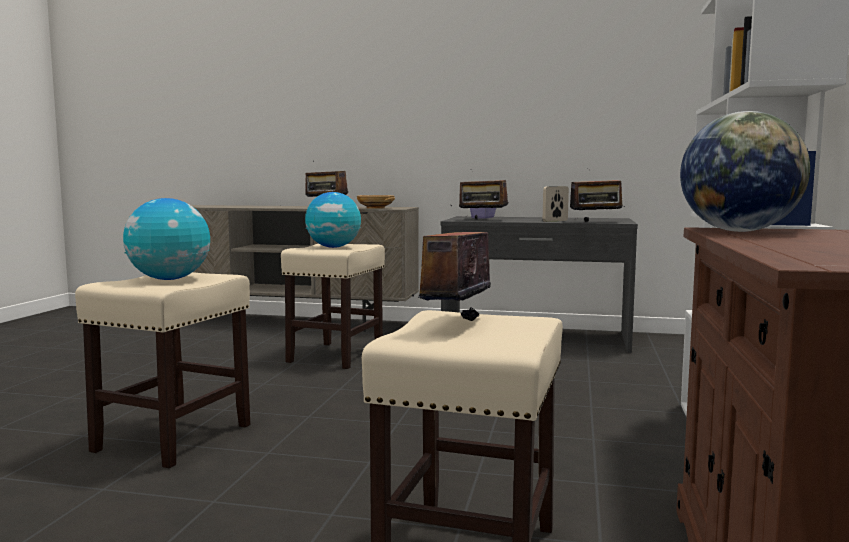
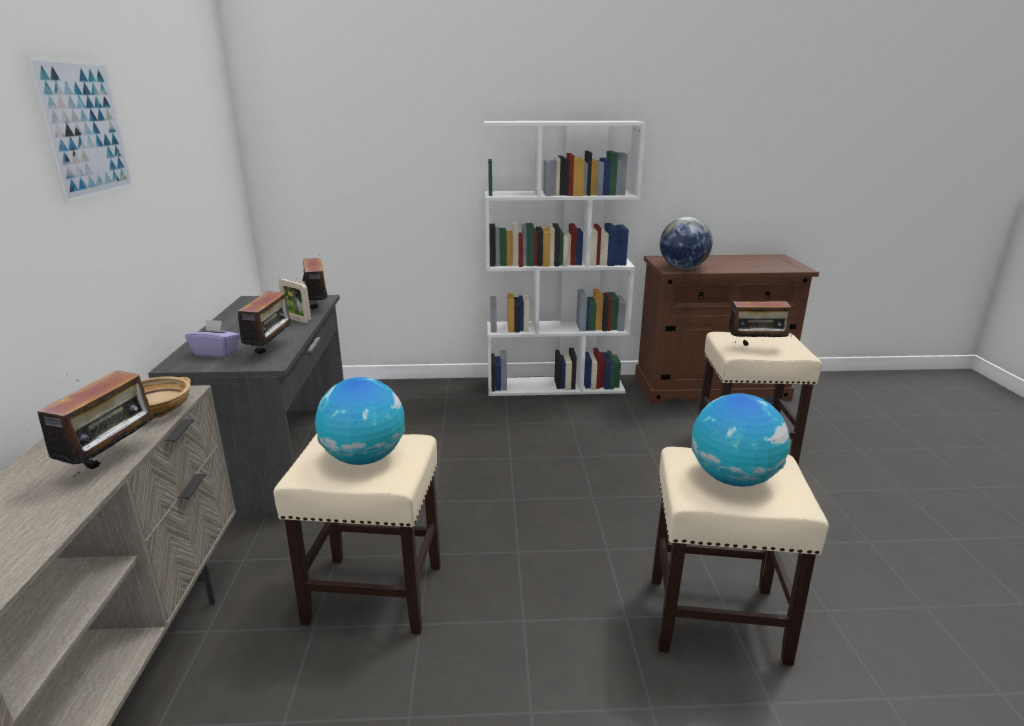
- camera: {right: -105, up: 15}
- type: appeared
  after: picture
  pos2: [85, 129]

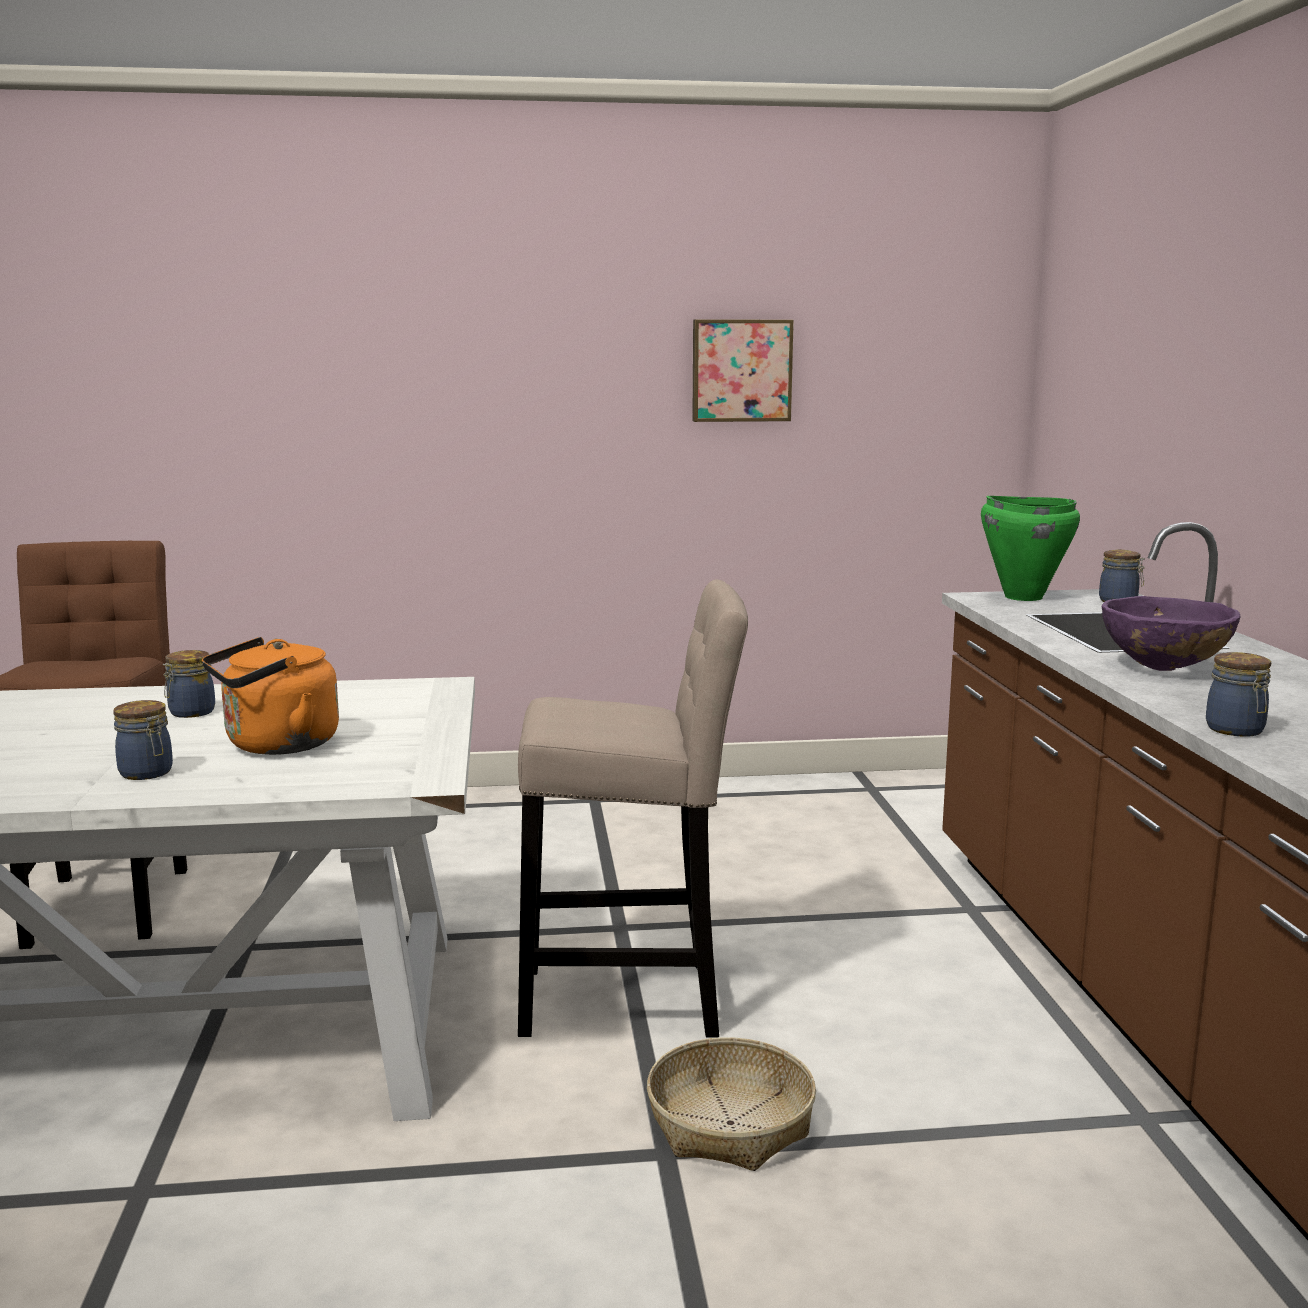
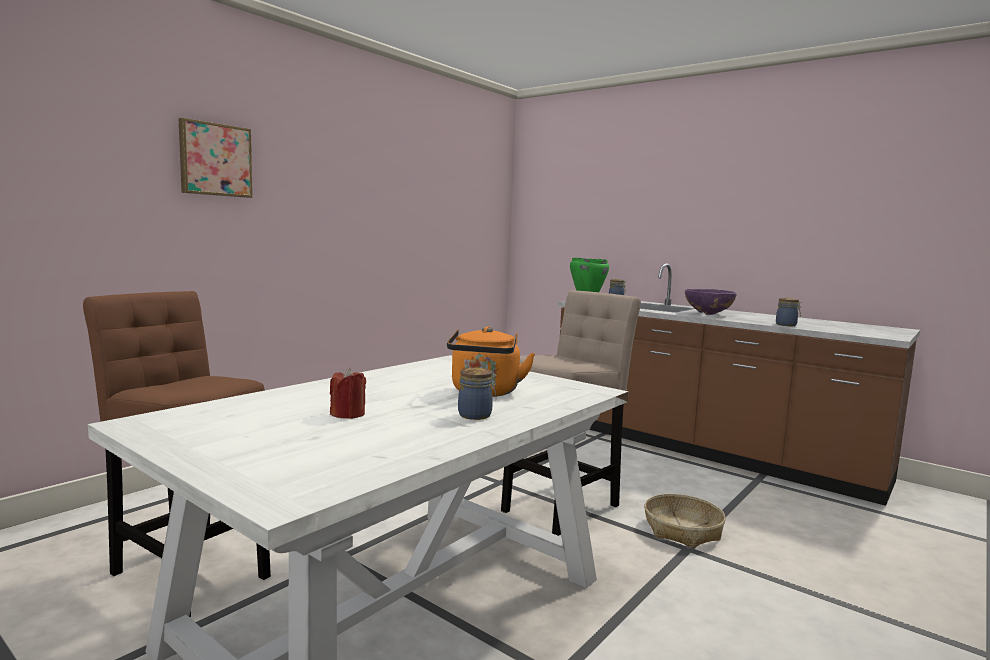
- camera: {right: -45, up: -5}
- type: relocated
  before: picture
  pos1: [741, 370]
  pos2: [215, 160]
- type: missing
  before: jar
  pos1: [190, 713]
- type: appeared
  after: red candle
  pos2: [348, 414]

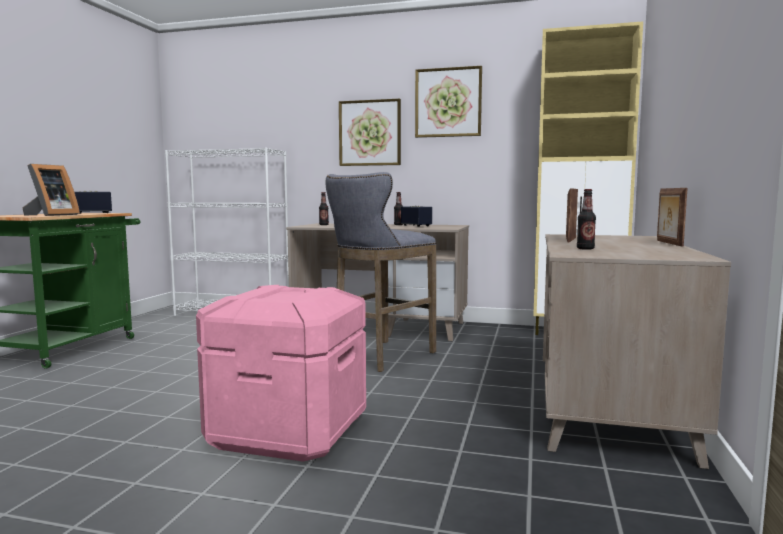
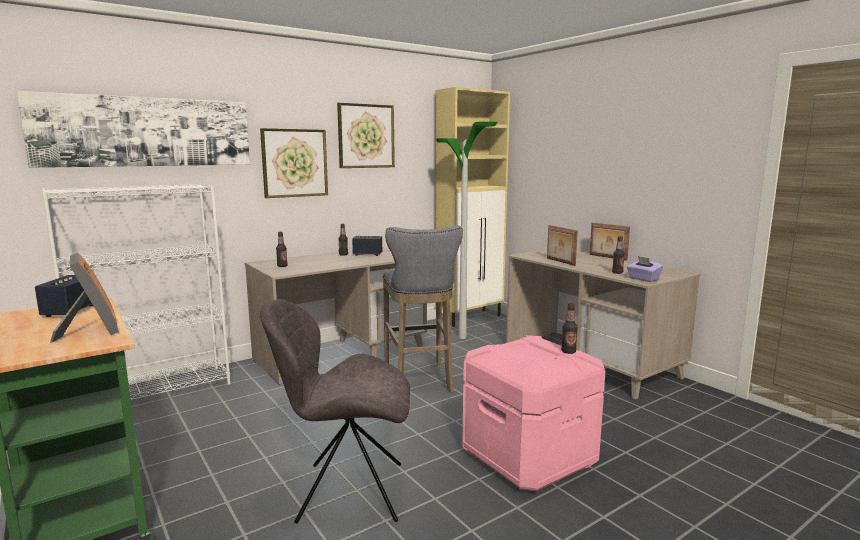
- camera: {right: -50, up: 5}
- type: appeared
  after: picture
  pos2: [146, 132]
- type: appeared
  after: floor lamp
  pos2: [462, 337]
- type: appeared
  after: purple tissue box
  pos2: [643, 279]
- type: appeared
  after: grey chair
  pos2: [346, 491]
- type: appeared
  after: bottle
  pos2: [568, 352]

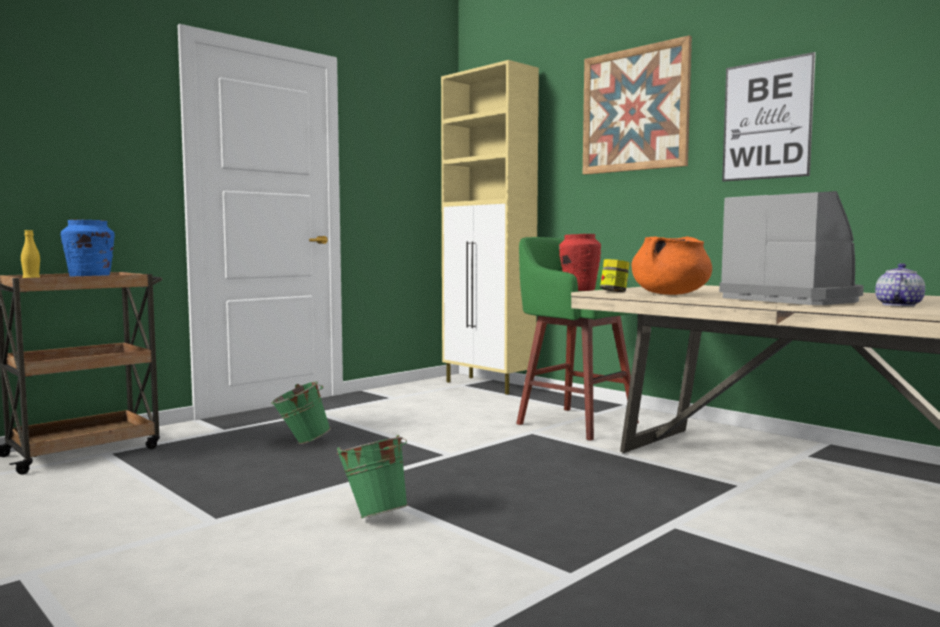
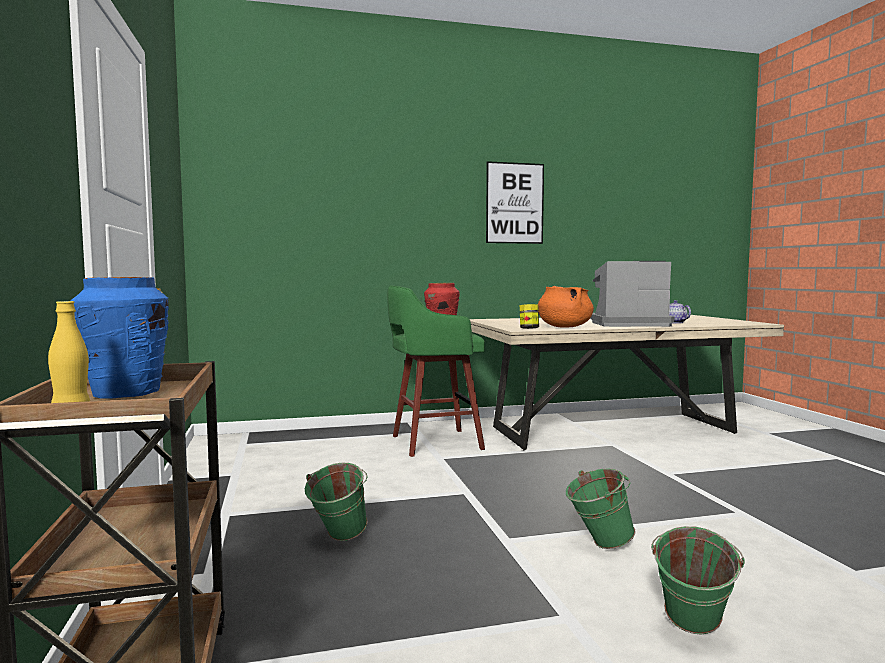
- camera: {right: -60, up: 0}
- type: missing
  before: picture
  pos1: [634, 110]
- type: missing
  before: beige cabinet
  pos1: [488, 385]
- type: appeared
  after: green bucket
  pos2: [692, 631]

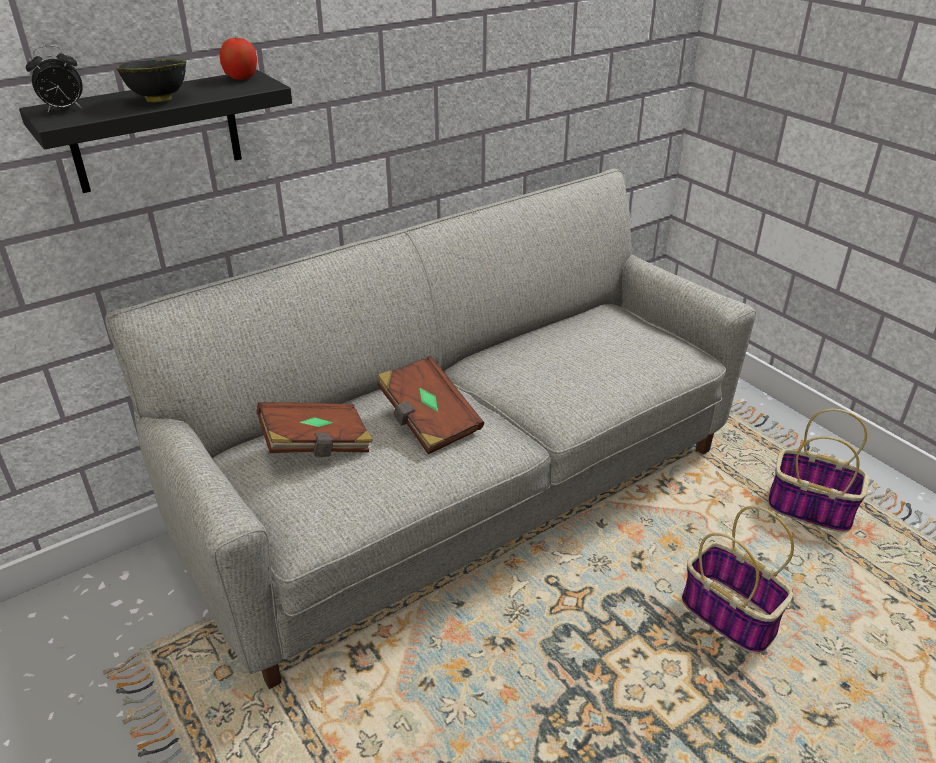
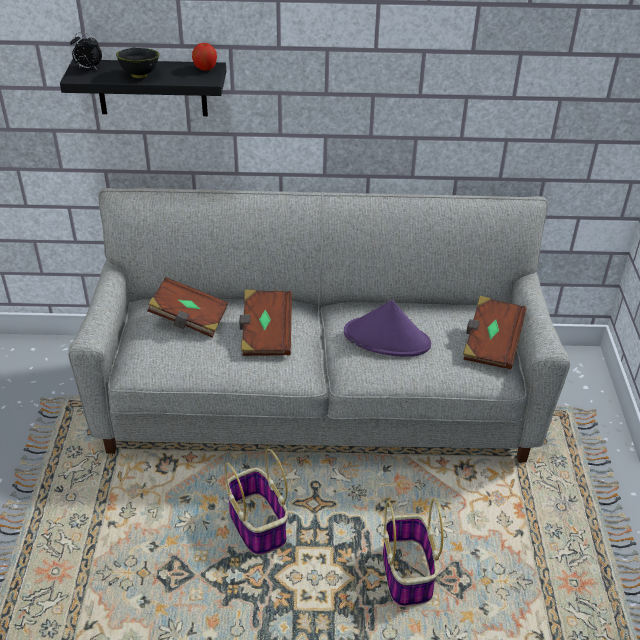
- camera: {right: 35, up: 5}
- type: relocated
  before: basket
  pos1: [808, 509]
  pos2: [256, 524]
- type: appeared
  after: brown book
  pos2: [490, 344]
- type: appeared
  after: purple hat
  pos2: [387, 339]

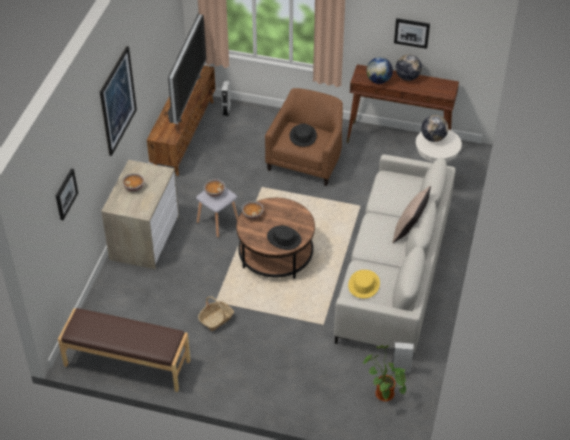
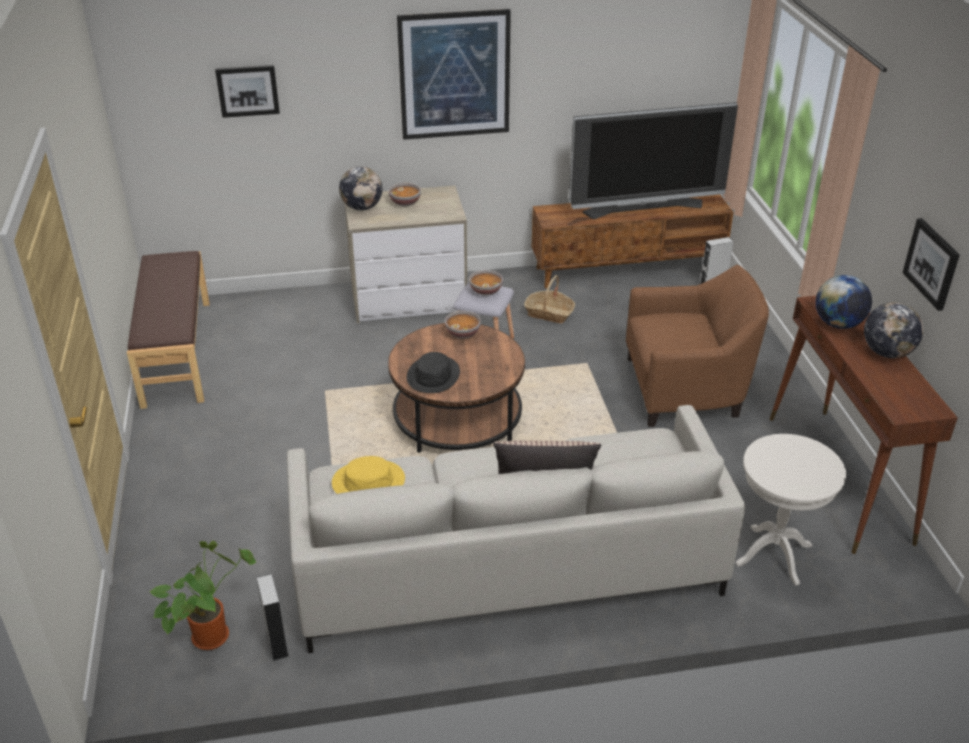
- camera: {right: 65, up: -10}
- type: relocated
  before: globe
  pos1: [433, 138]
  pos2: [362, 207]
- type: missing
  before: black hat
  pos1: [303, 136]
- type: relocated
  before: basket
  pos1: [216, 319]
  pos2: [549, 313]

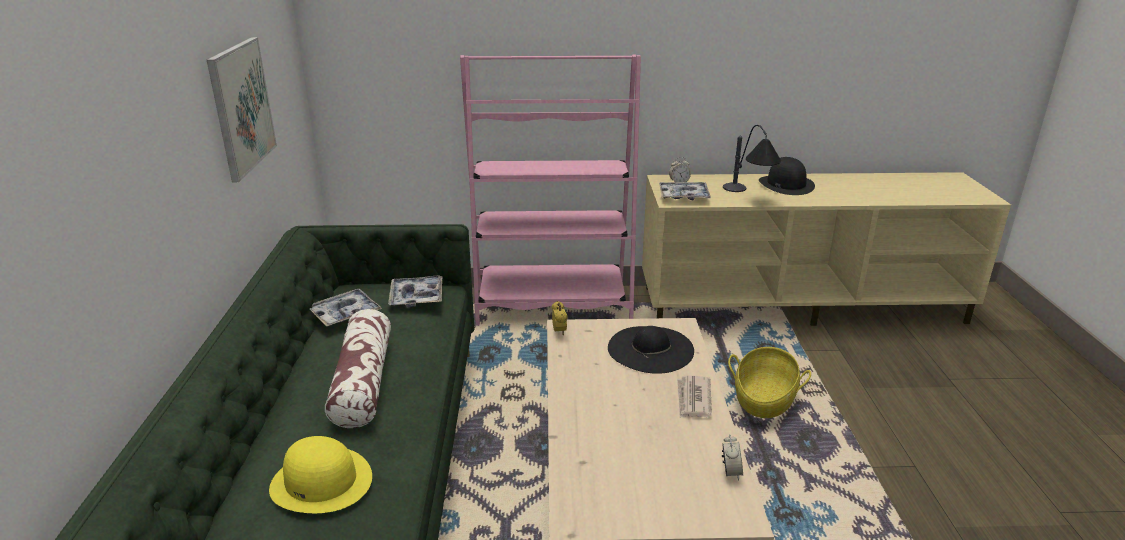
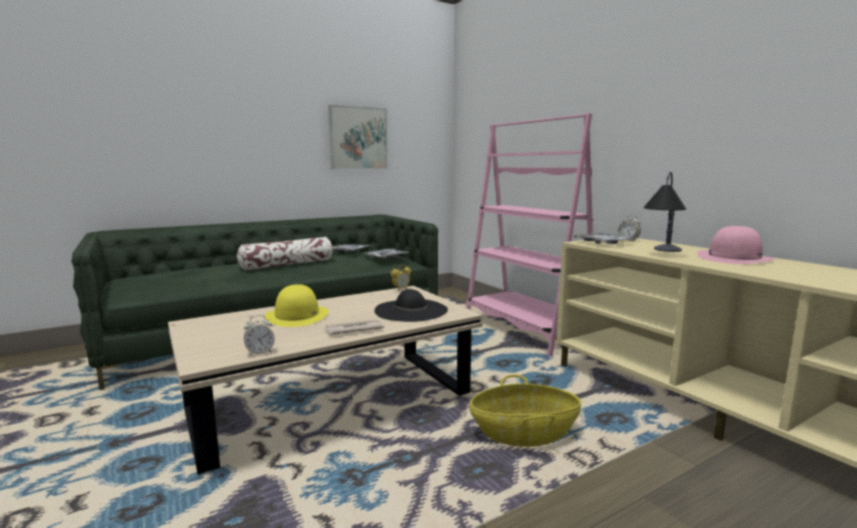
- camera: {right: 60, up: -15}
- type: colour
  before: black hat
  after: pink hat
  pos1: [785, 184]
  pos2: [734, 258]
- type: relocated
  before: yellow hat
  pos1: [322, 482]
  pos2: [297, 316]

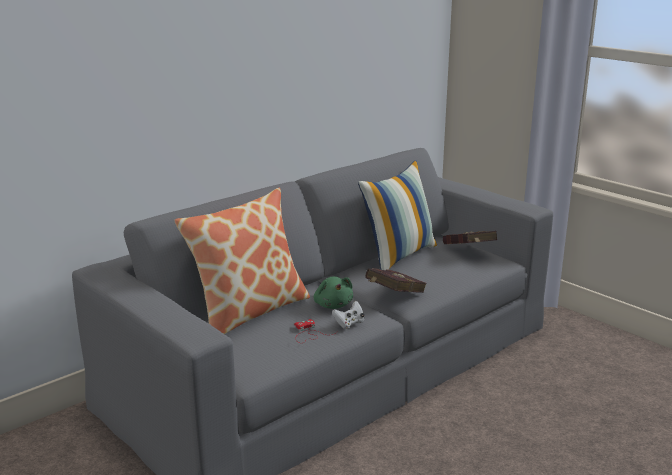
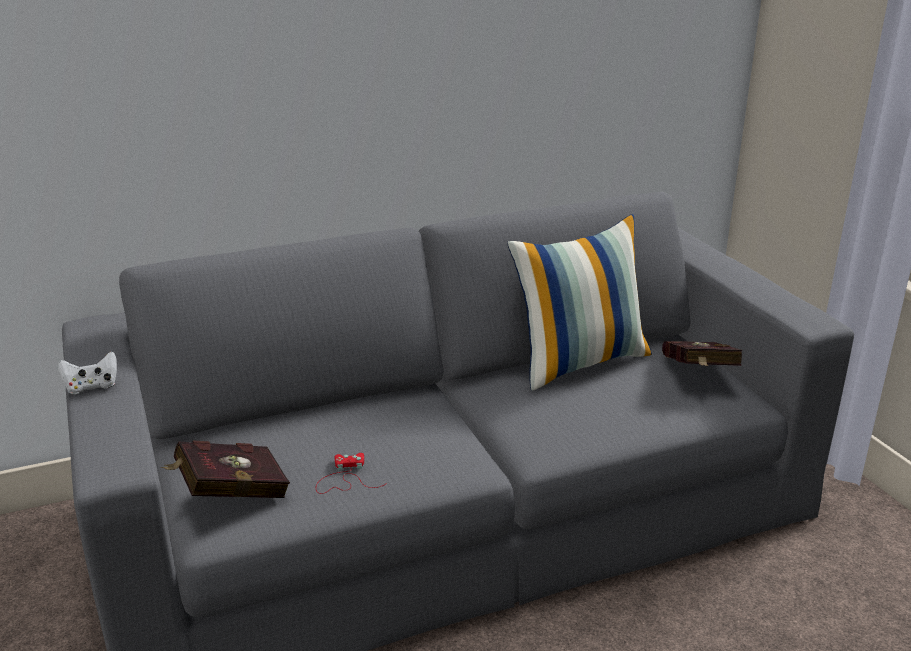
- camera: {right: 20, up: 5}
- type: missing
  before: pillow
  pos1: [248, 312]
- type: relocated
  before: red book
  pos1: [393, 295]
  pos2: [229, 493]
- type: missing
  before: green plush toy
  pos1: [333, 305]
- type: relocated
  before: white game controller
  pos1: [349, 324]
  pos2: [92, 387]

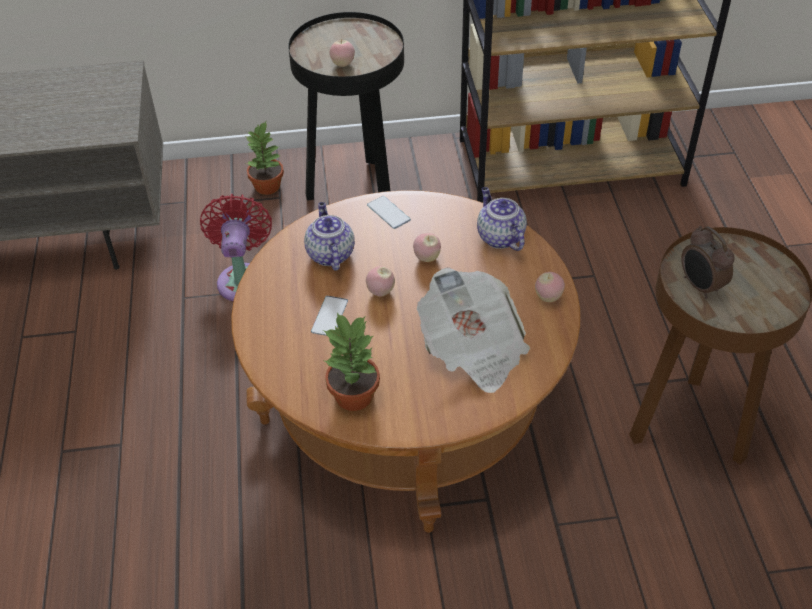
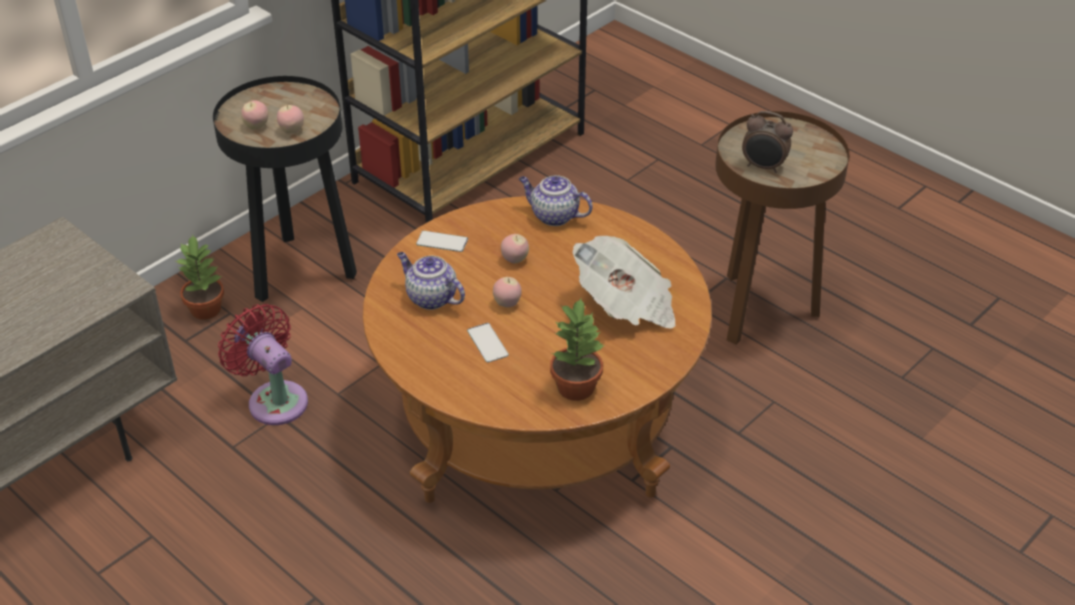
- camera: {right: -40, up: -5}
- type: relocated
  before: apple
  pos1: [548, 297]
  pos2: [256, 126]

